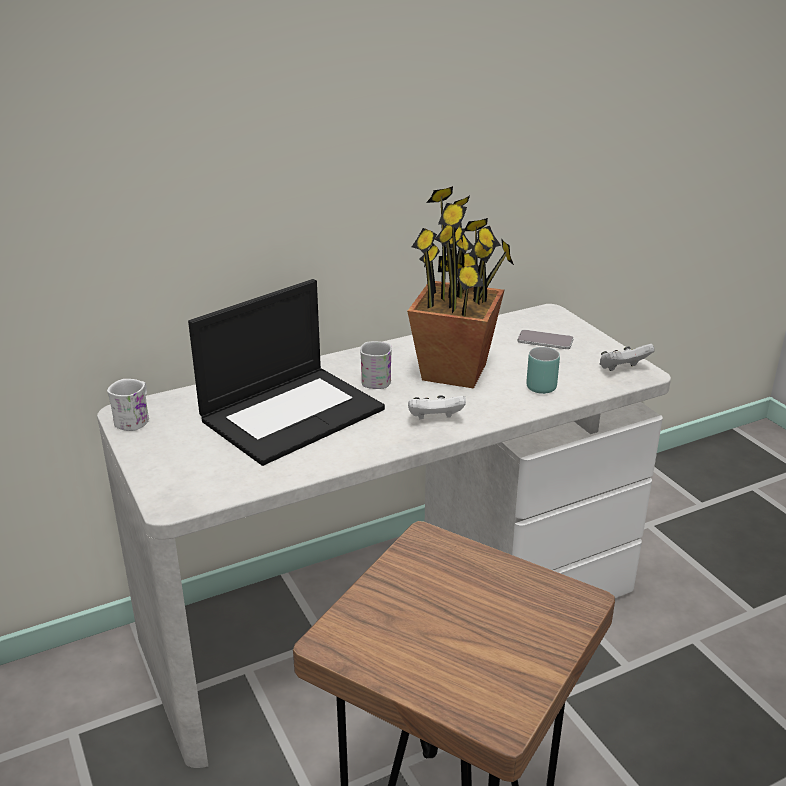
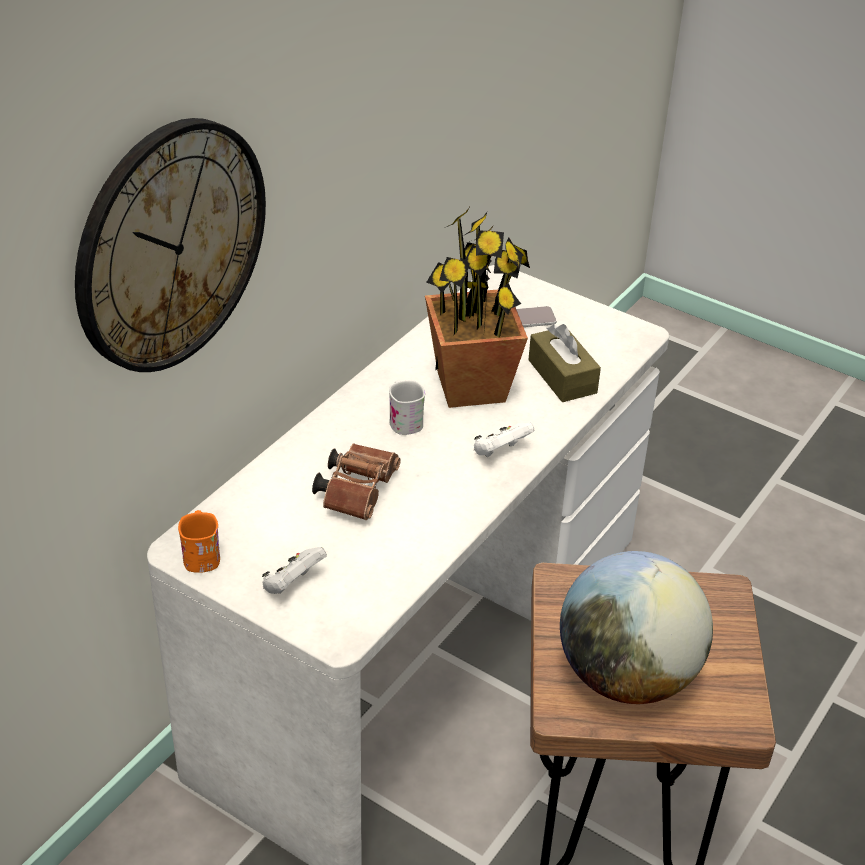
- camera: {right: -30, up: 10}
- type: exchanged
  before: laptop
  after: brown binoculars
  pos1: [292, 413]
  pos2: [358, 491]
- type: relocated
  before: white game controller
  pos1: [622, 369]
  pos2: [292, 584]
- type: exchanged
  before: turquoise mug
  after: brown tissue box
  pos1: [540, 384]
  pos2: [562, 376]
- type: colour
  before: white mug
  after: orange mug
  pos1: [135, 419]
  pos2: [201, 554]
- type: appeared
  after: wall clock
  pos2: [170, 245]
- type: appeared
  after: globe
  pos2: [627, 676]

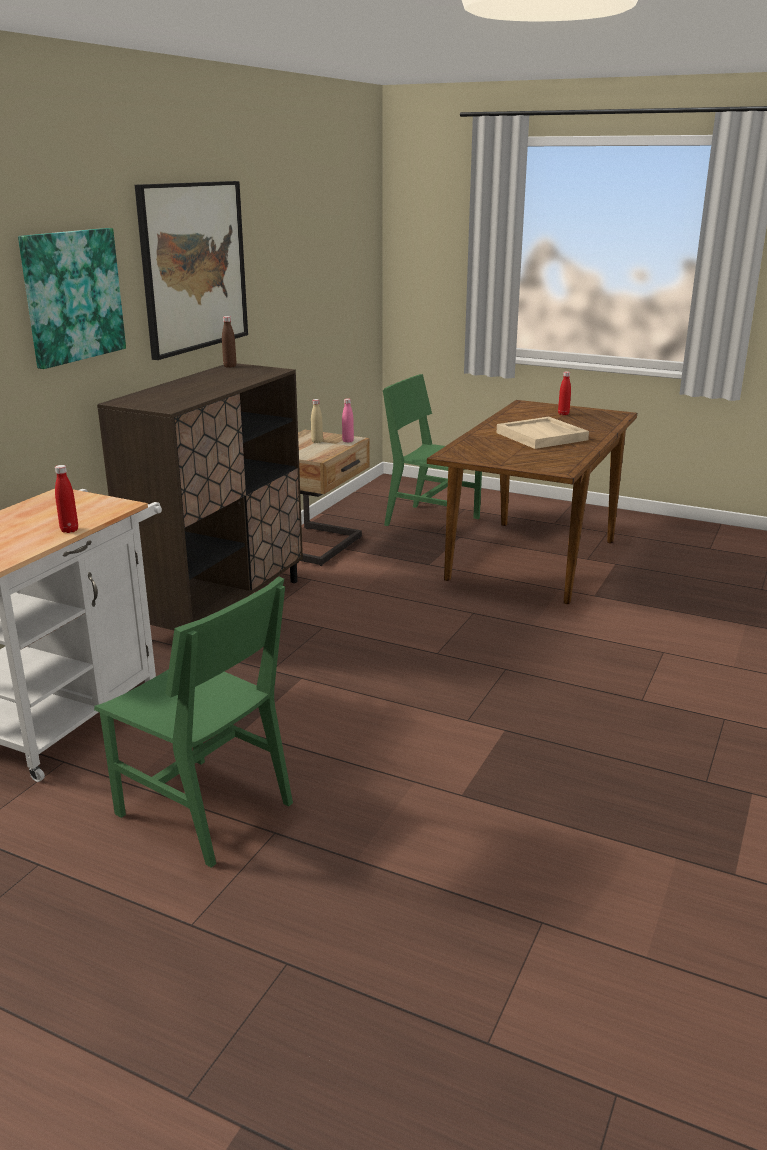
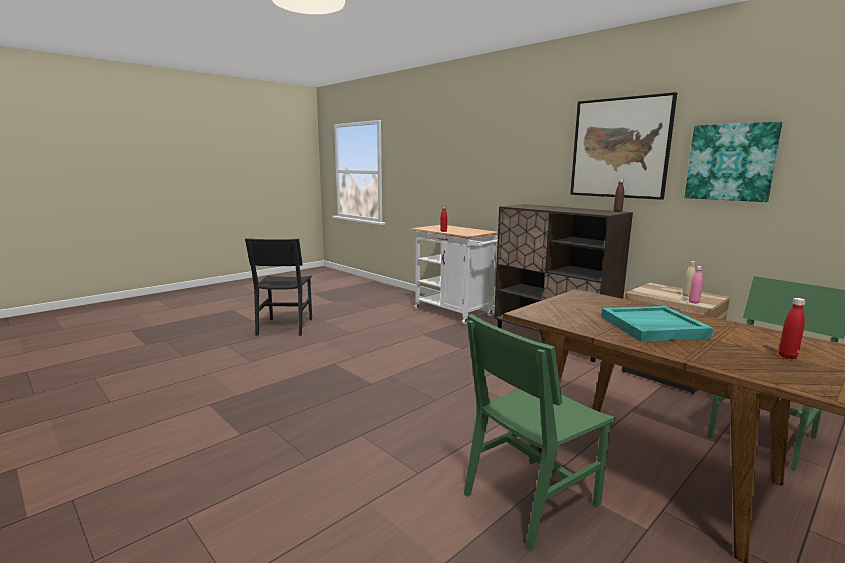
- camera: {right: 110, up: -10}
- type: relocated
  before: picture
  pos1: [72, 296]
  pos2: [730, 162]
- type: colour
  before: beige tray
  after: turquoise tray
  pos1: [542, 436]
  pos2: [652, 327]
- type: relocated
  before: green chair
  pos1: [204, 809]
  pos2: [530, 499]
- type: appeared
  after: black chair
  pos2: [285, 326]

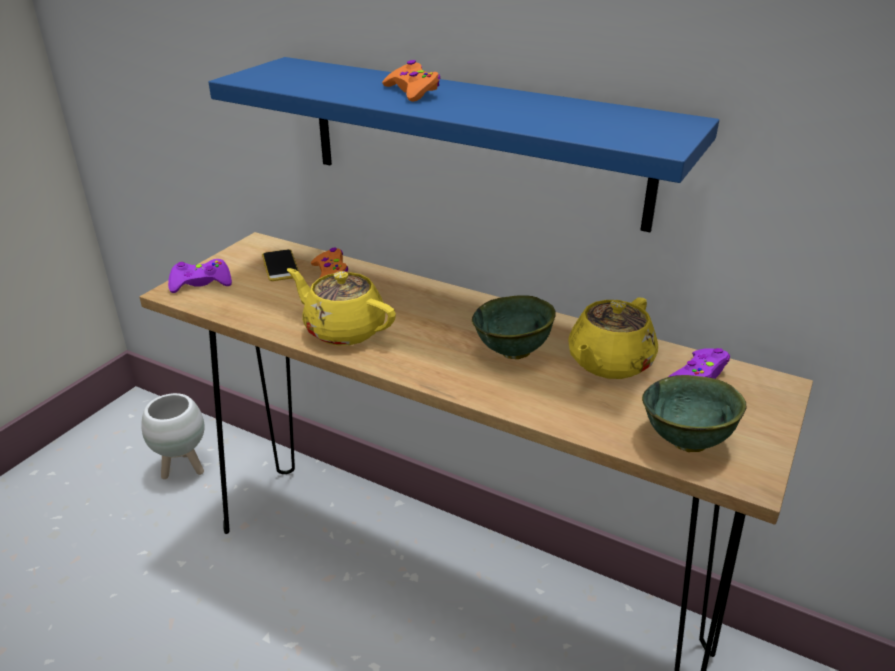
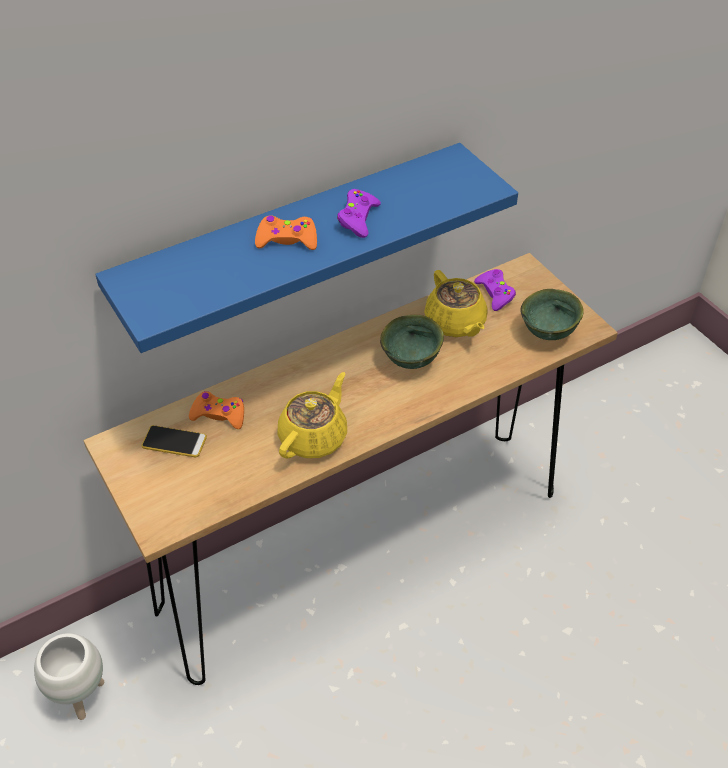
- camera: {right: -60, up: 15}
- type: relocated
  before: purple game controller
  pos1: [201, 283]
  pos2: [358, 219]
- type: spun
  before: yellow teapot
  pos1: [343, 329]
  pos2: [314, 437]
  turn: 150

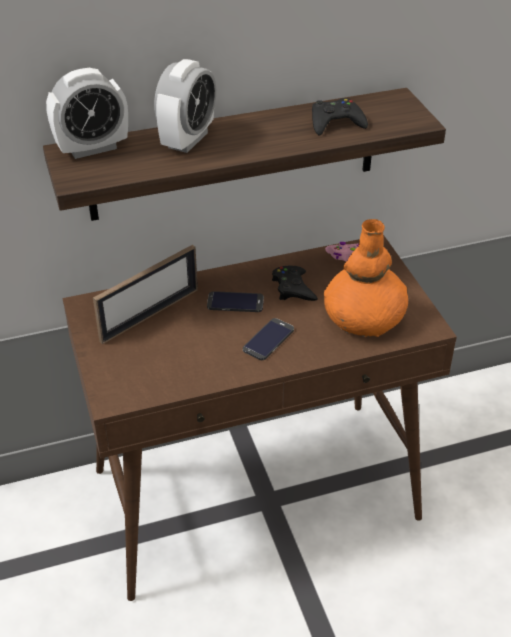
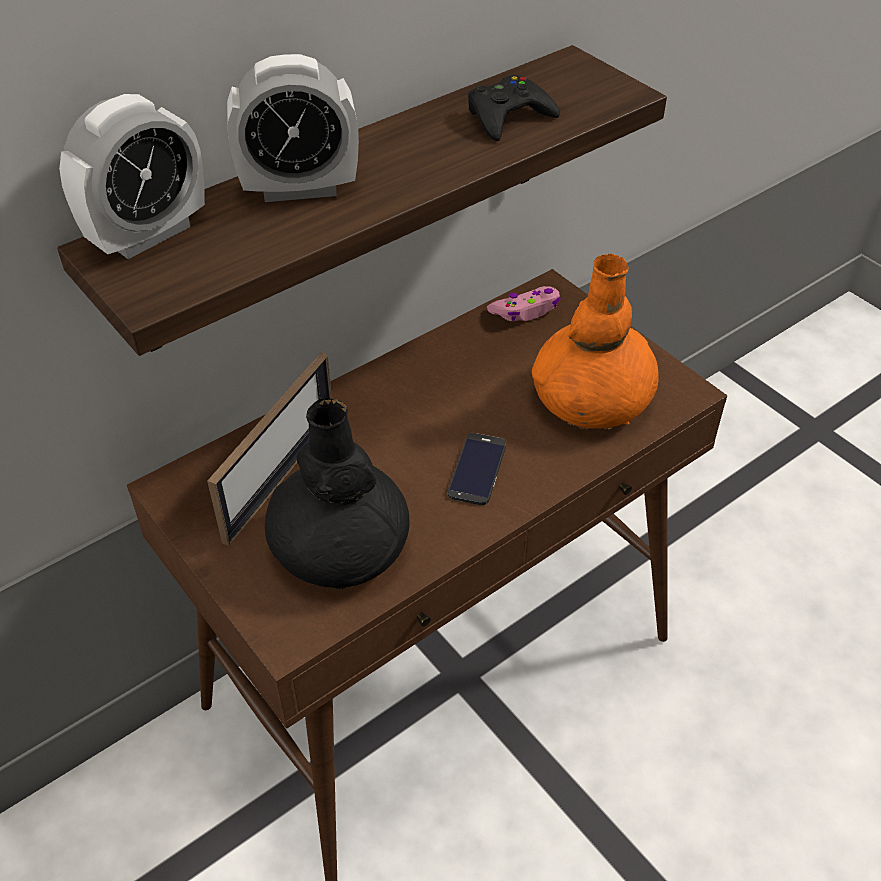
- camera: {right: -20, up: 5}
- type: spun
  before: alarm clock
  pos1: [187, 140]
  pos2: [299, 188]
  turn: 75
- type: missing
  before: black game controller
  pos1: [293, 288]
- type: missing
  before: phone
  pos1: [235, 302]
- type: appeared
  after: black vase
  pos2: [341, 545]

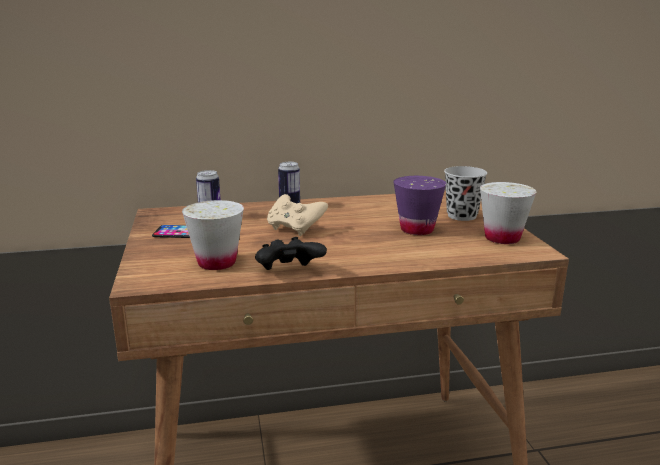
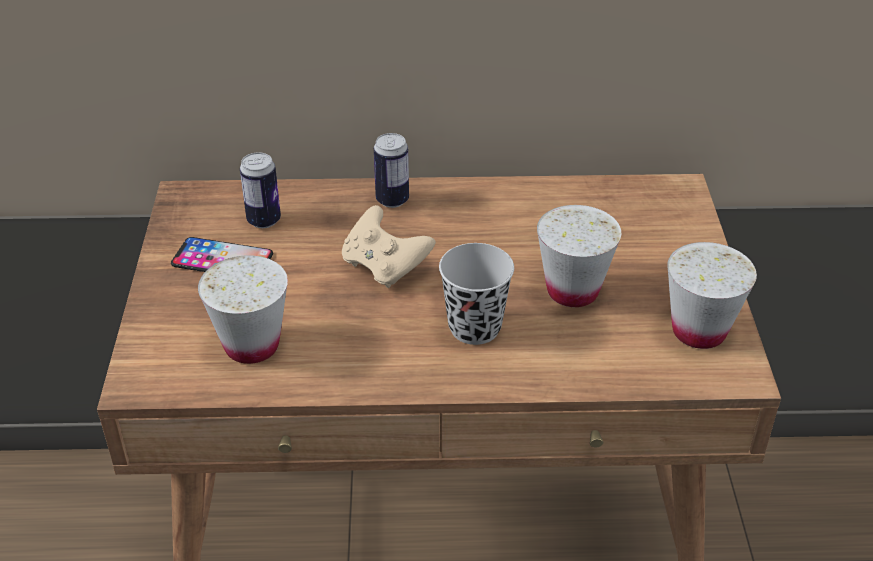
- camera: {right: 10, up: 20}
- type: relocated
  before: black cup
  pos1: [462, 216]
  pos2: [474, 327]
- type: colour
  before: purple cup
  after: white cup
  pos1: [417, 230]
  pos2: [572, 291]
- type: missing
  before: black game controller
  pos1: [289, 273]

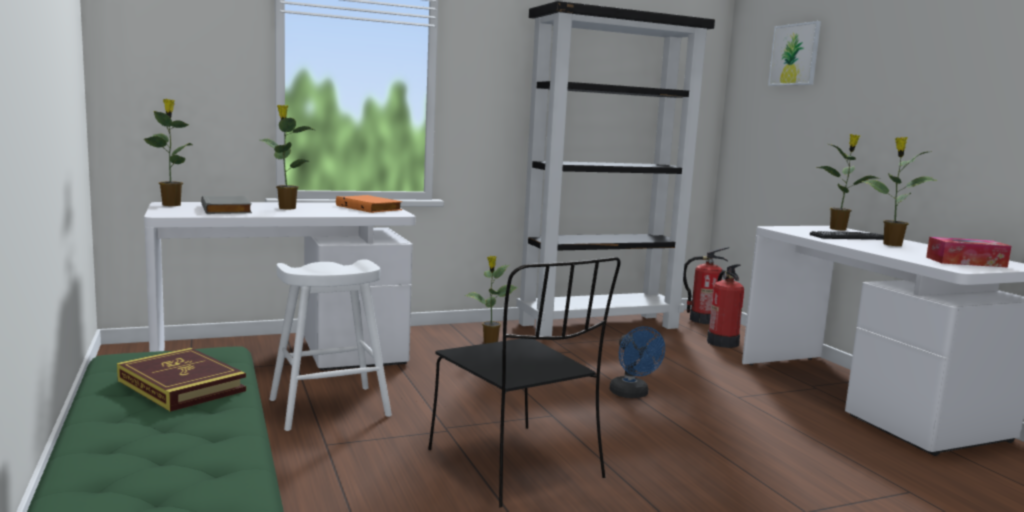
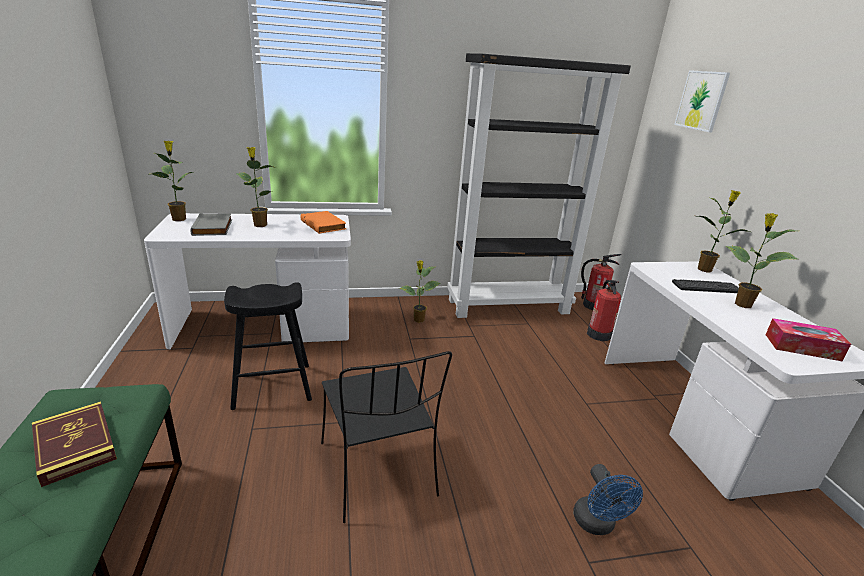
- camera: {right: 10, up: 15}
- type: colour
  before: white stool
  after: black stool
  pos1: [330, 408]
  pos2: [272, 386]
- type: relocated
  before: blue fan
  pos1: [632, 394]
  pos2: [597, 525]

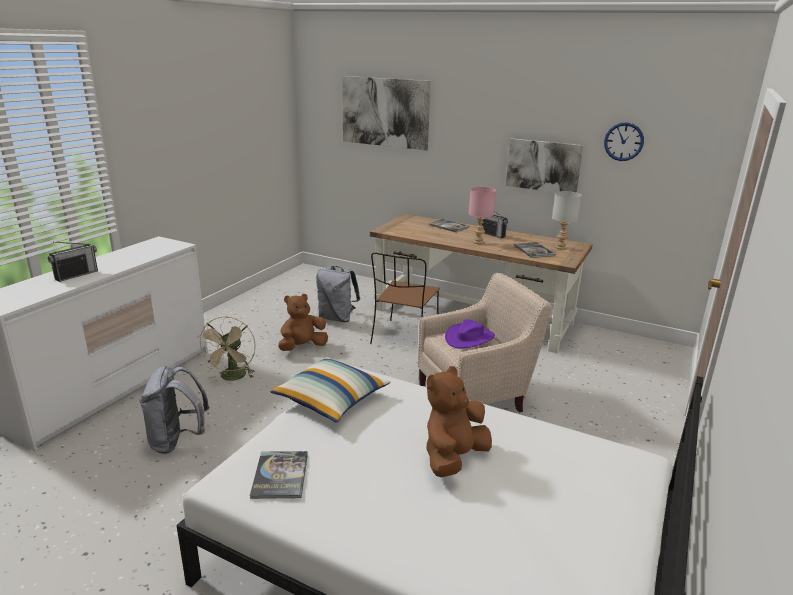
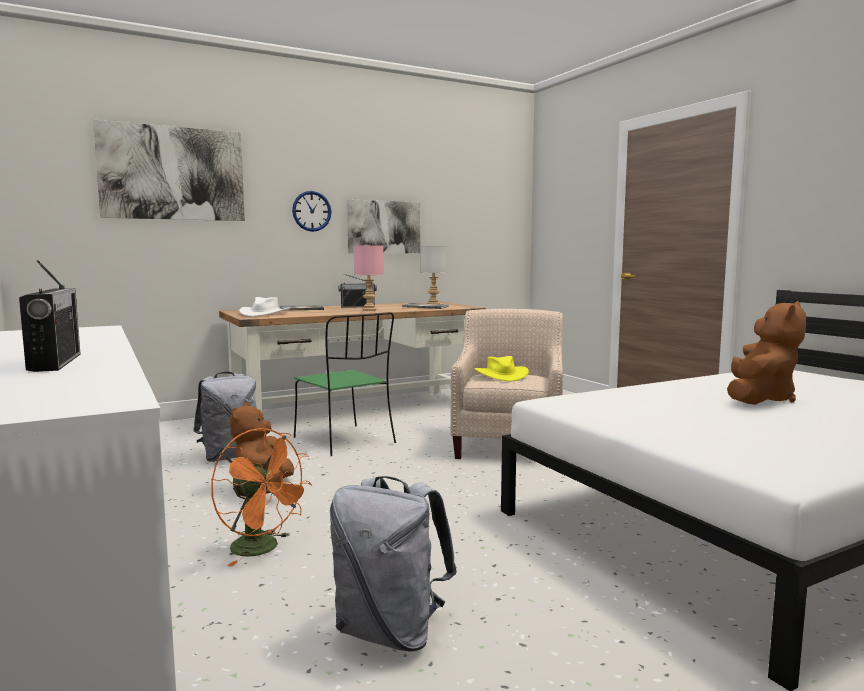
- camera: {right: -55, up: -15}
- type: relocated
  before: wall clock
  pos1: [623, 141]
  pos2: [311, 211]
- type: colour
  before: brown chair
  after: green chair
  pos1: [404, 337]
  pos2: [345, 441]
- type: colour
  before: beige fan
  after: orange fan
  pos1: [232, 378]
  pos2: [262, 549]
- type: colour
  before: purple hat
  after: yellow hat
  pos1: [469, 338]
  pos2: [501, 375]
- type: missing
  before: pillow
  pos1: [331, 400]
- type: spun
  before: brown plush toy
  pos1: [453, 458]
  pos2: [759, 399]
  turn: -135
- type: missing
  before: book
  pos1: [280, 475]
- type: appeared
  after: white hat
  pos2: [265, 313]

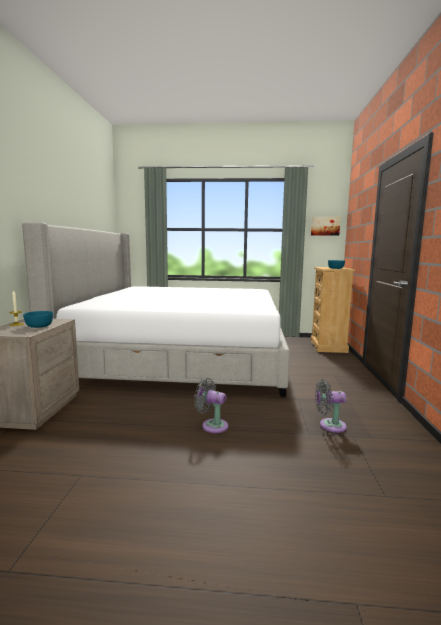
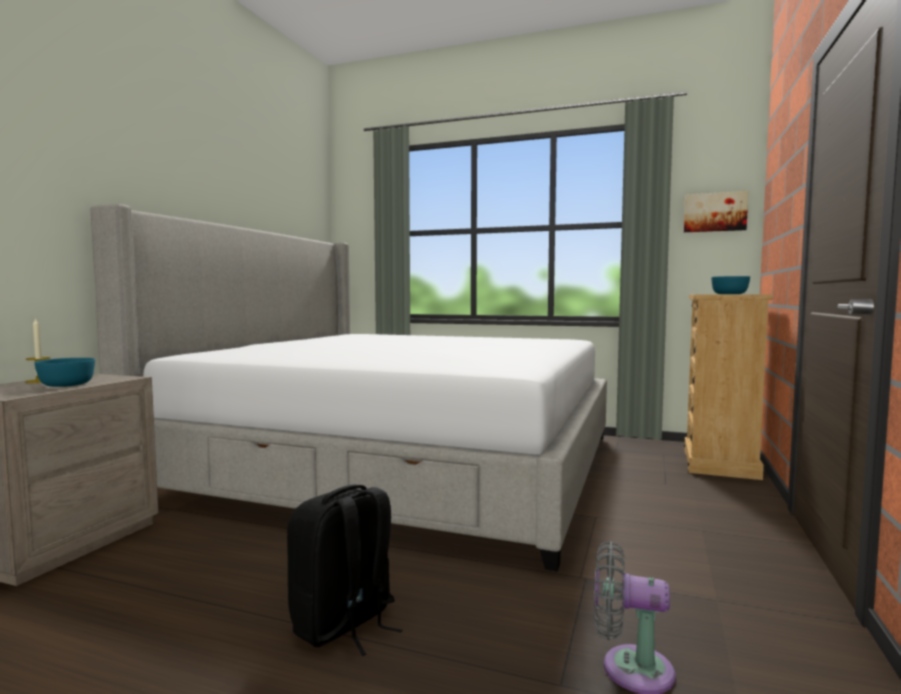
- camera: {right: 15, up: -5}
- type: exchanged
  before: grey fan
  after: black backpack
  pos1: [212, 425]
  pos2: [344, 625]

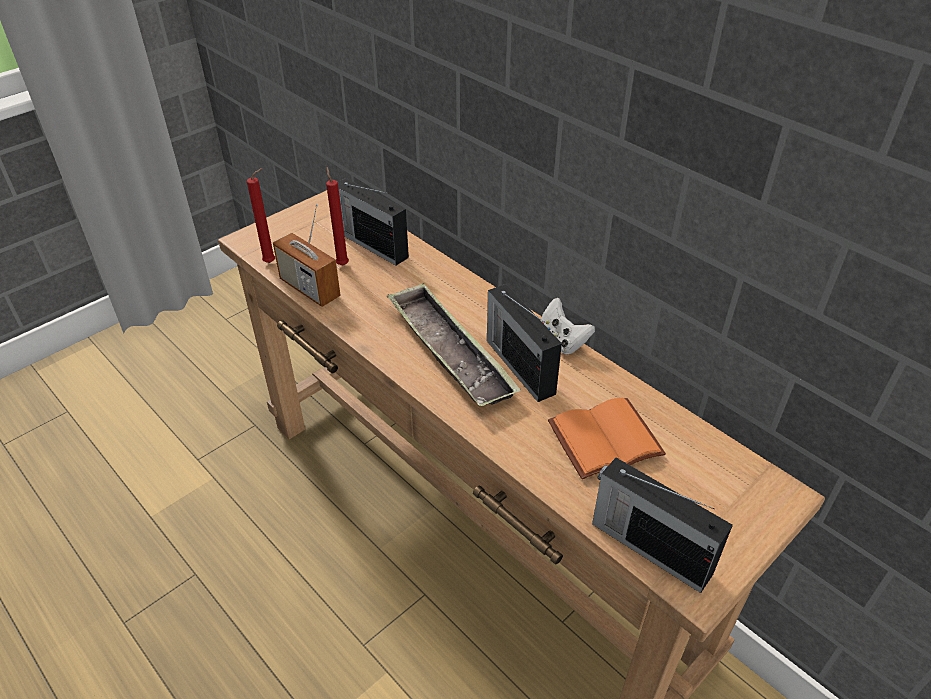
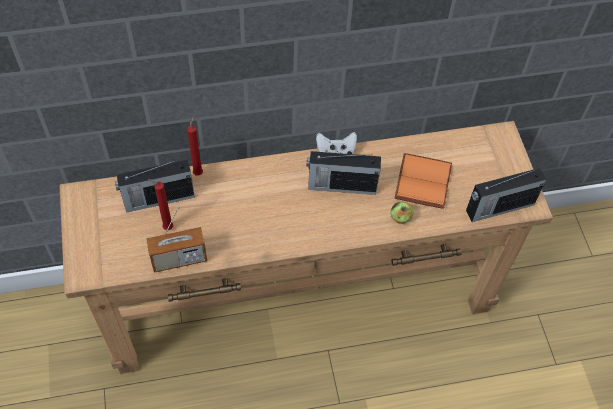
- camera: {right: -60, up: 15}
- type: relocated
  before: red candle
  pos1: [272, 262]
  pos2: [198, 172]
- type: missing
  before: tray
  pos1: [449, 351]
- type: appeared
  after: apple
  pos2: [400, 218]

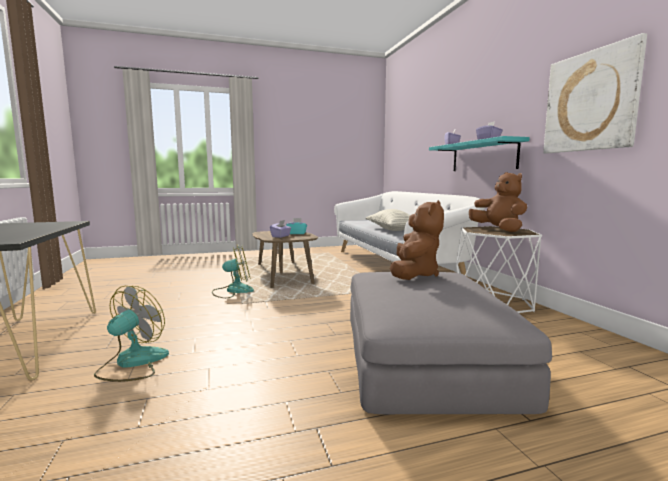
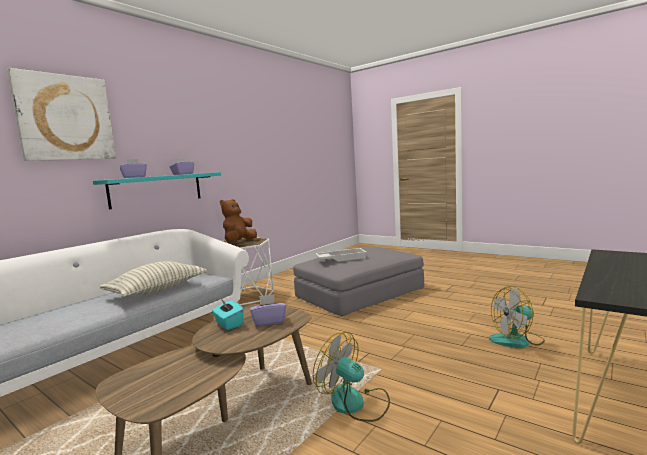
- camera: {right: -125, up: 0}
- type: relocated
  before: picture
  pos1: [590, 101]
  pos2: [65, 118]
- type: exchanged
  before: brown plush toy
  after: white tray
  pos1: [414, 274]
  pos2: [341, 258]

